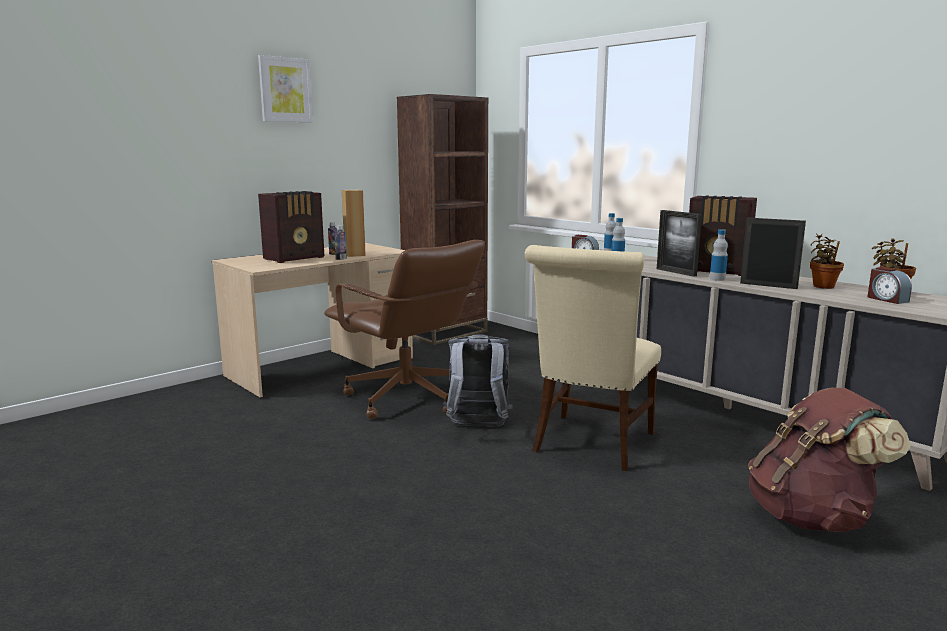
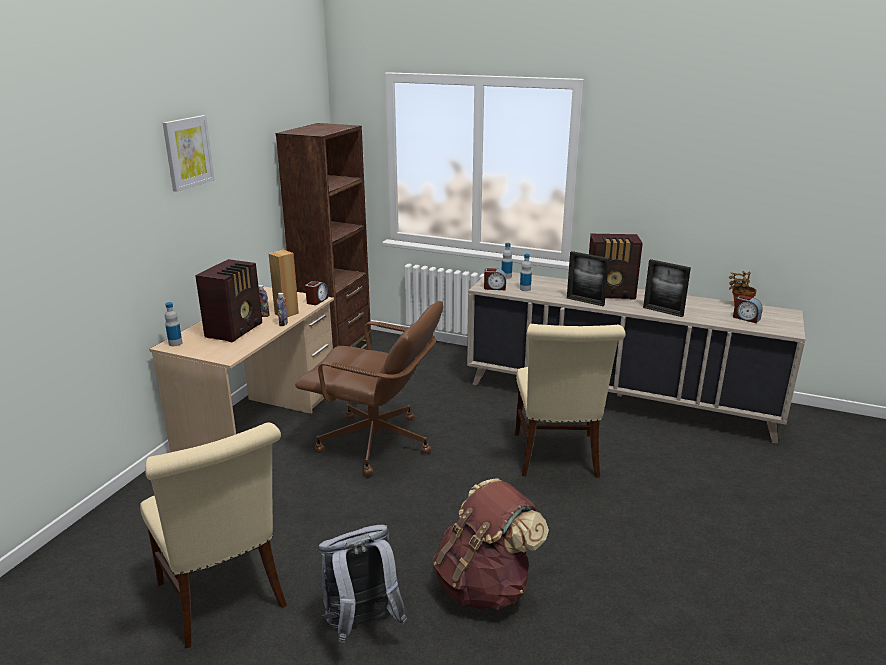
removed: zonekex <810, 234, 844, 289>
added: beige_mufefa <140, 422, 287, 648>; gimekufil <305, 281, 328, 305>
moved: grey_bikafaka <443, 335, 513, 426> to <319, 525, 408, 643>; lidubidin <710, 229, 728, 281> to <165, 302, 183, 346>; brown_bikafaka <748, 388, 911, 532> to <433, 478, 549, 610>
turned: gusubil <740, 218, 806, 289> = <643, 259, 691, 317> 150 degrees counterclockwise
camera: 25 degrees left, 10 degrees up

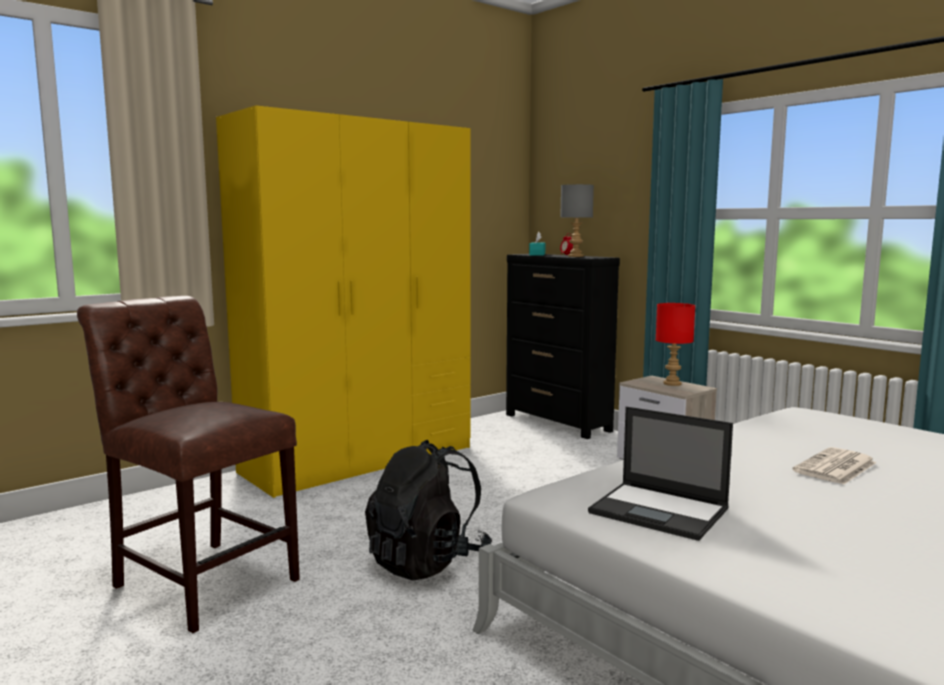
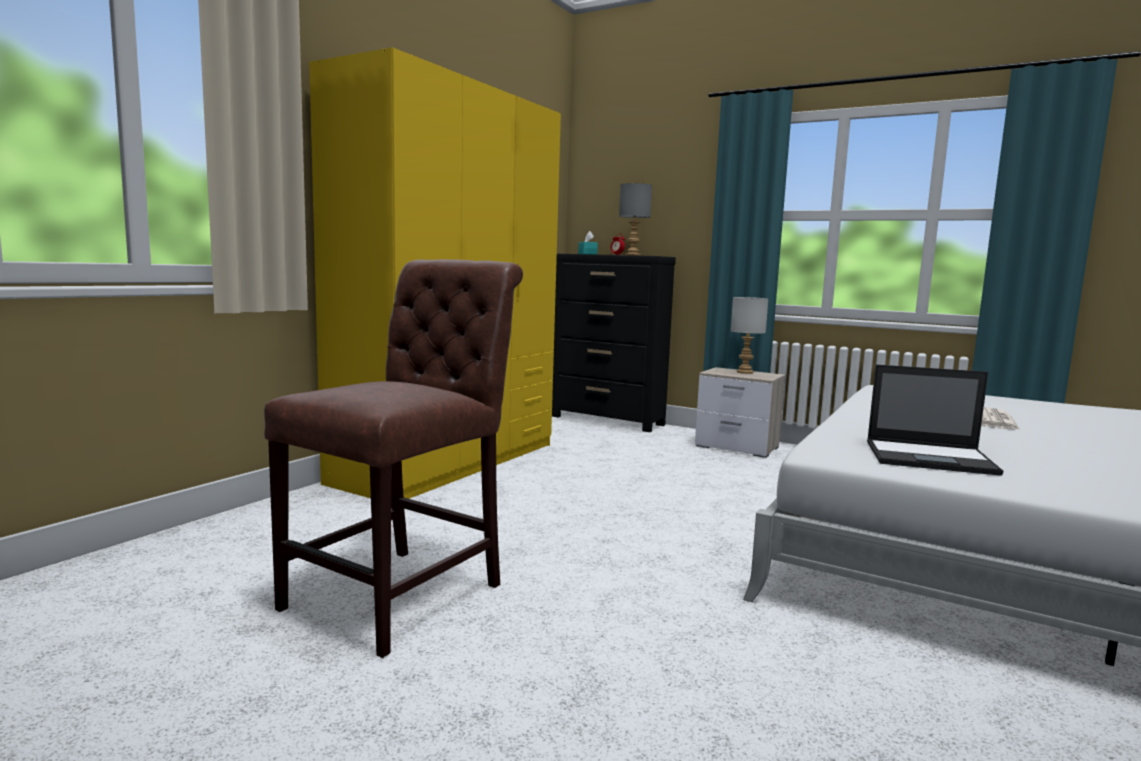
removed: black_bikafaka <365, 440, 492, 580>
recoloured: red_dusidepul <656, 303, 695, 386> to grey_dusidepul <731, 297, 768, 374>
turned: brown_mufefa <77, 296, 300, 633> = <264, 259, 523, 658> 105 degrees clockwise
camera: 20 degrees left, 0 degrees up

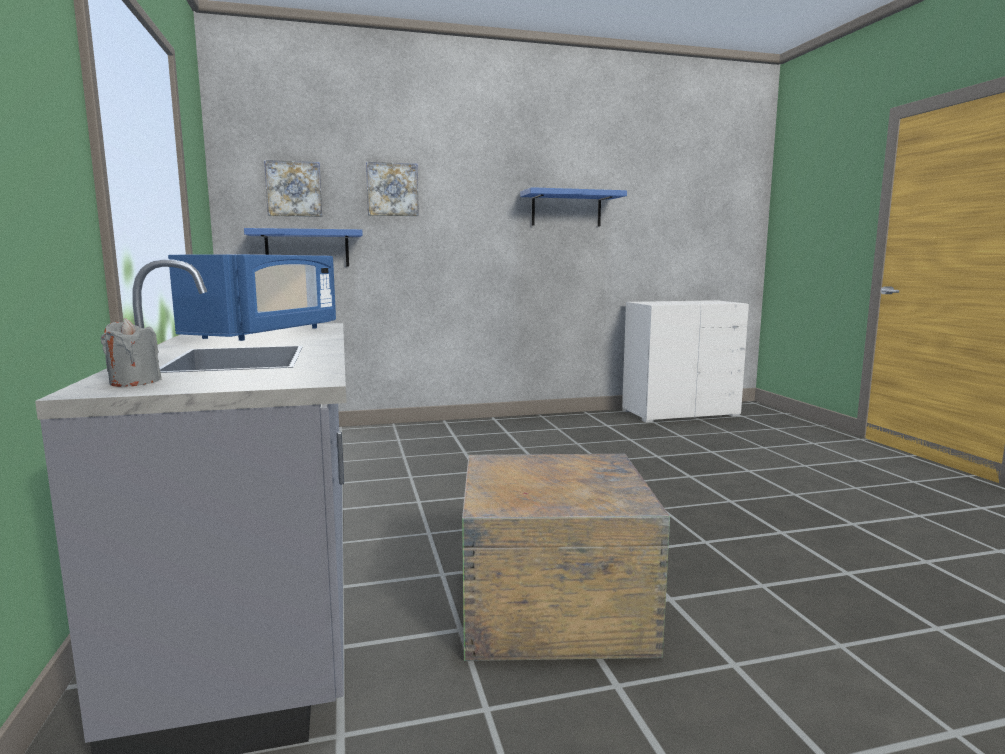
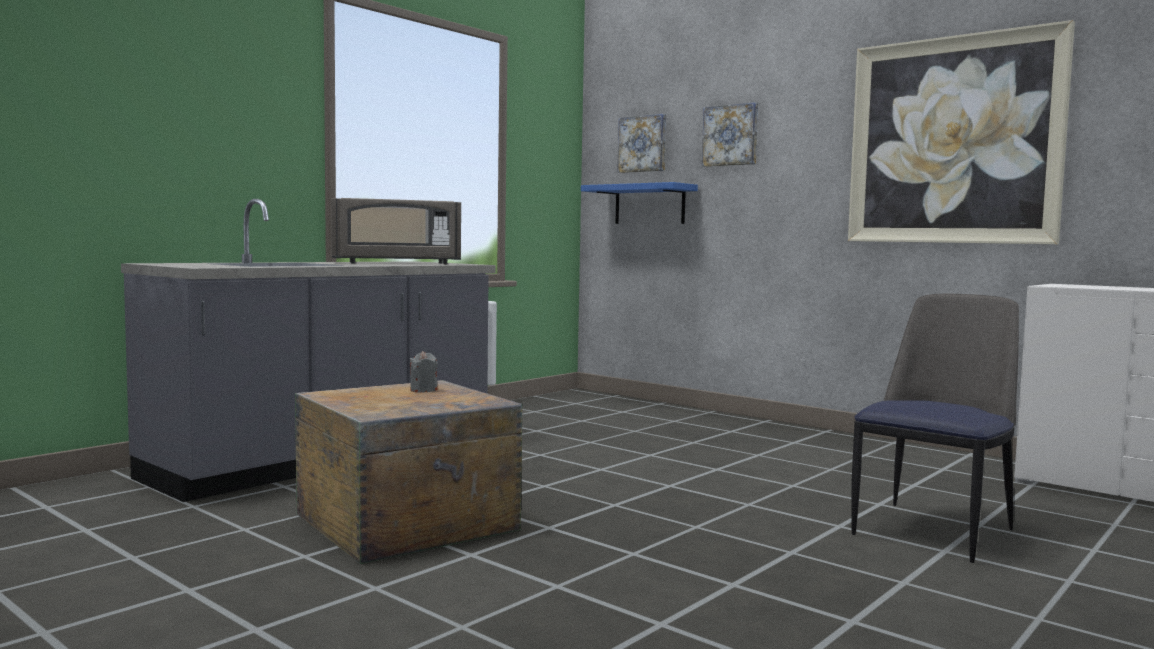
added: mufefa <851, 294, 1019, 563>
moved: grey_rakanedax <101, 318, 162, 387> to <410, 351, 438, 392>
replaced: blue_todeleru <520, 187, 627, 226> to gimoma <848, 20, 1075, 244>
recoloured: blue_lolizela <168, 254, 336, 341> to grey_lolizela <331, 198, 461, 264>
camera: 55 degrees right, 5 degrees down

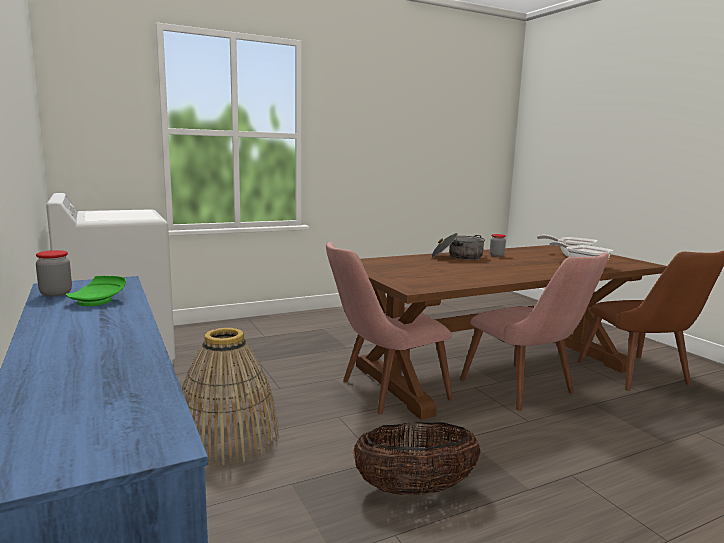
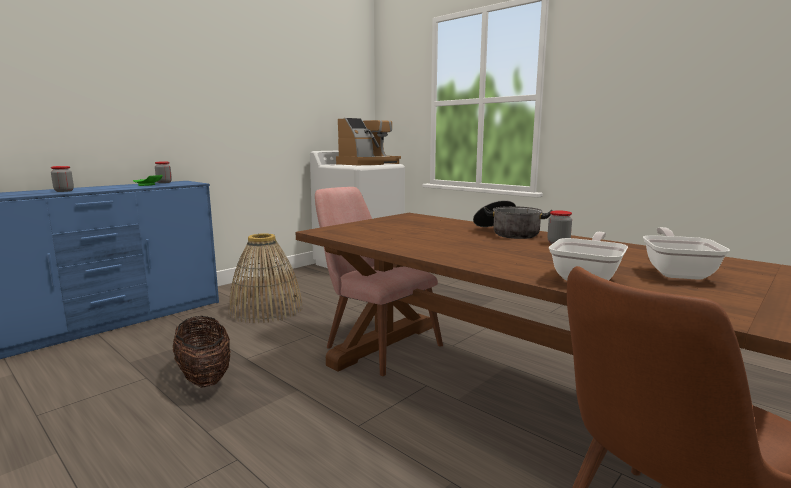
removed: pink_mufefa <460, 253, 609, 411>
added: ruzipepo <51, 166, 74, 192>; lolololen <336, 118, 401, 165>
camera: 70 degrees right, 0 degrees up

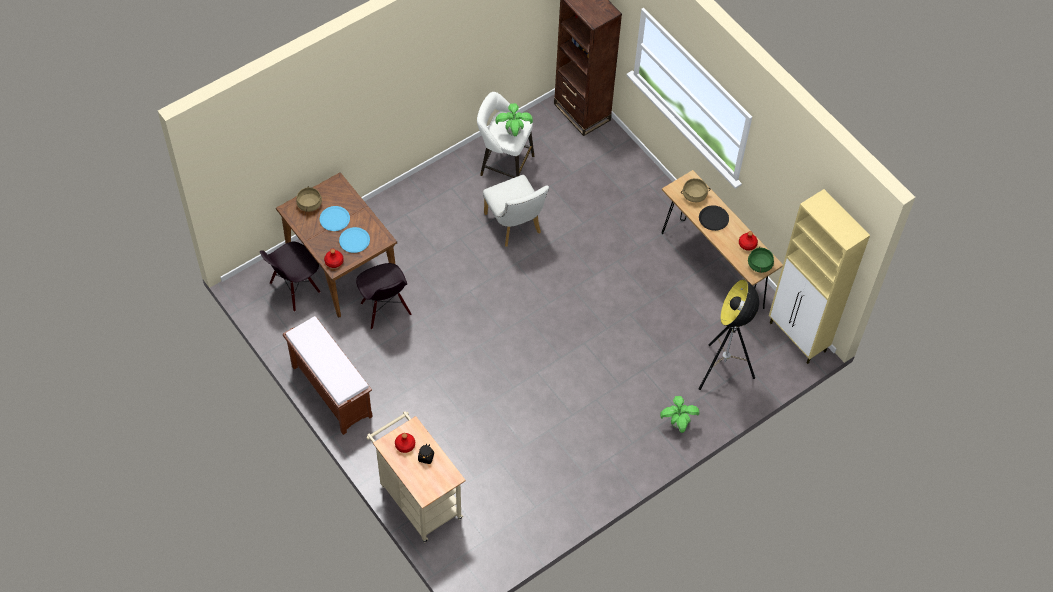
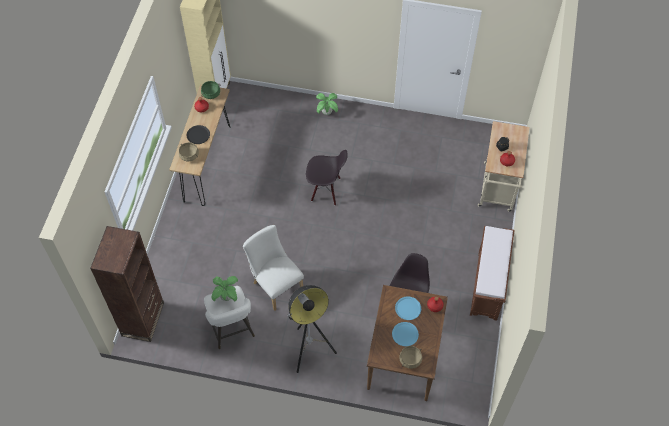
moved: black_mufefa <260, 242, 320, 312> to <306, 150, 348, 205>; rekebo <699, 279, 759, 390> to <288, 285, 337, 373>
turned: white_mufefa <483, 175, 549, 247> = <243, 225, 304, 311> 60 degrees counterclockwise
camera: 130 degrees left, 0 degrees up

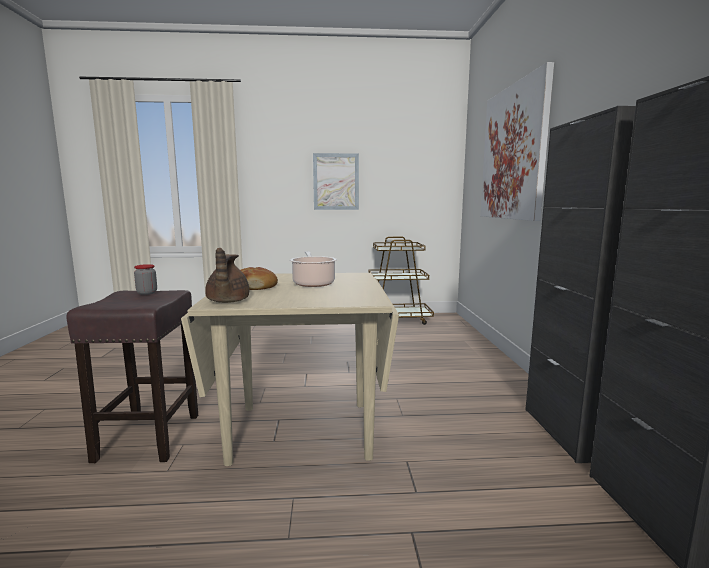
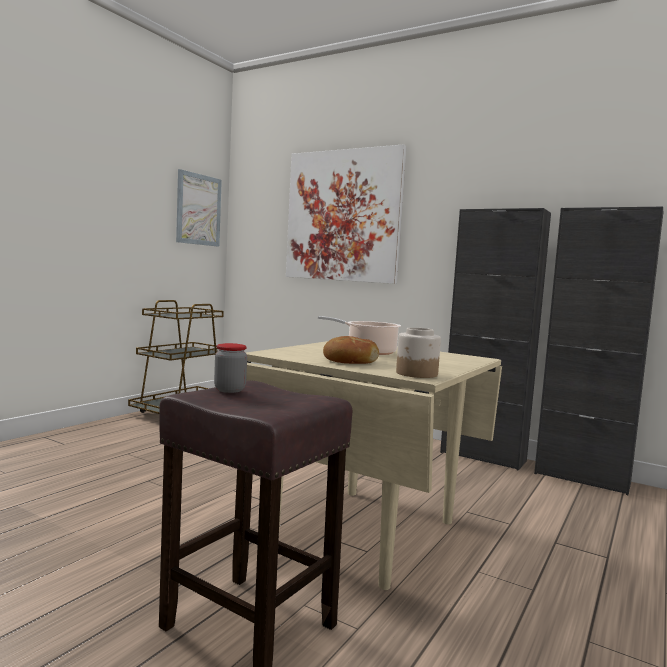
moved: gimoma <313, 153, 359, 210> to <176, 169, 222, 247>
replaced: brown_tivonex <205, 248, 249, 303> to ruzipepo <396, 327, 441, 378>
camera: 55 degrees left, 5 degrees down

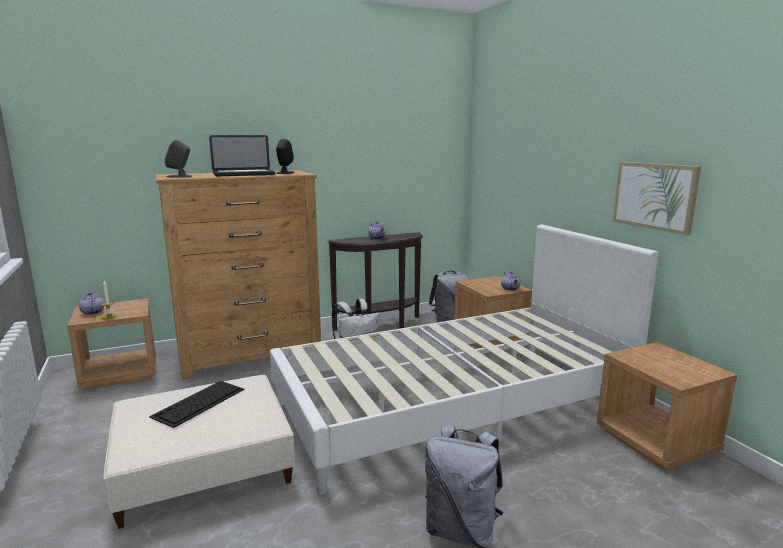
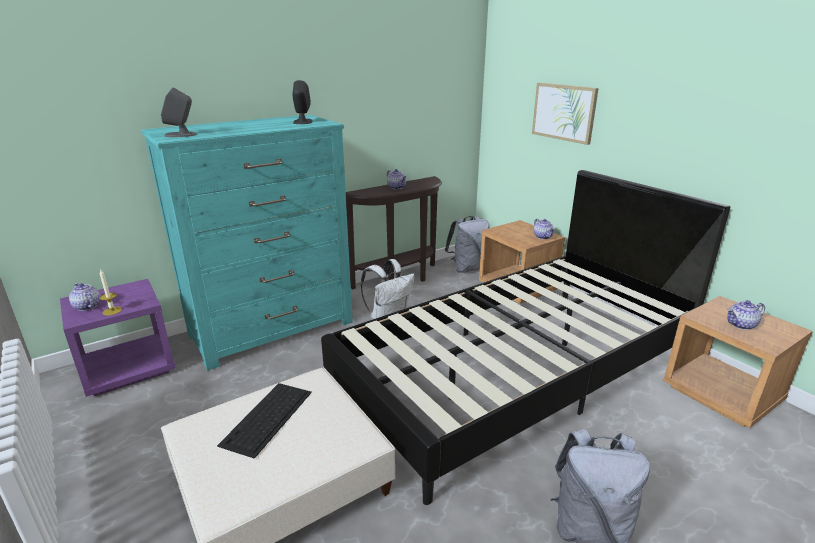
removed: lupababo <209, 135, 275, 176>
added: tivonex <727, 300, 765, 330>
moved: gimoma <613, 162, 701, 235> to <532, 83, 599, 145>
recoloured: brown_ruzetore <67, 298, 156, 390> to purple_ruzetore <60, 279, 176, 397>; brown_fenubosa <156, 170, 321, 380> to turquoise_fenubosa <141, 115, 353, 371>; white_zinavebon <270, 225, 659, 495> to black_zinavebon <321, 170, 730, 505>
camera: 10 degrees left, 10 degrees up

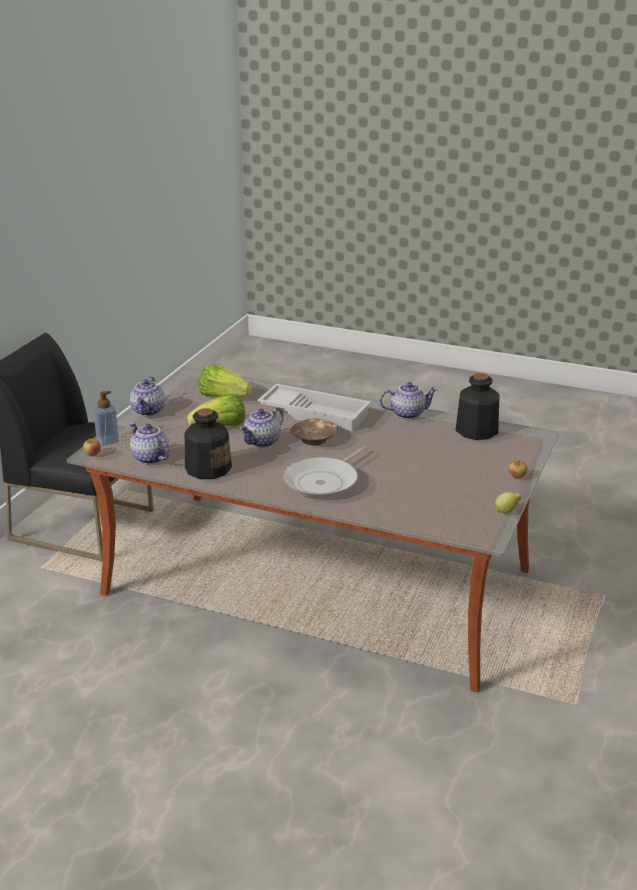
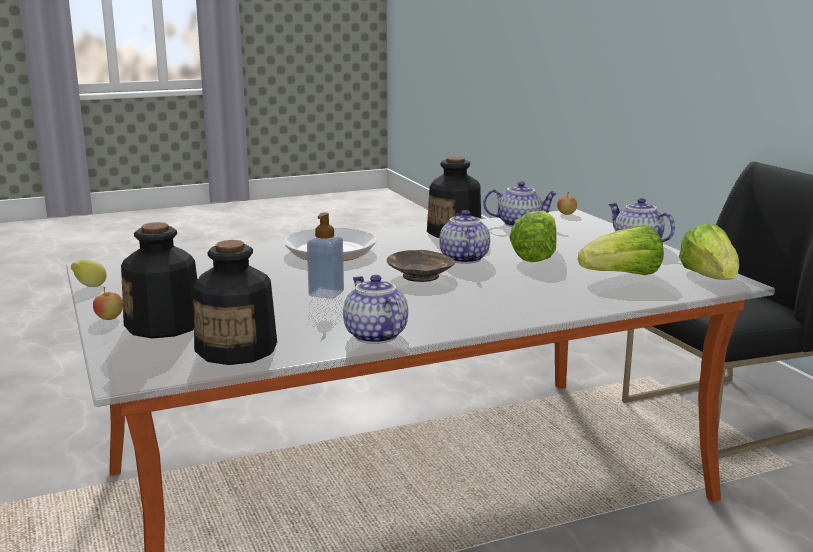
removed: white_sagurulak <257, 383, 371, 431>
added: lidubidin <121, 222, 197, 338>; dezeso <679, 223, 739, 280>
moved: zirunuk <93, 391, 119, 446> to <307, 213, 344, 298>
turned: tivonex <380, 382, 438, 419> = <343, 275, 408, 344> 120 degrees clockwise
camera: 135 degrees right, 10 degrees down

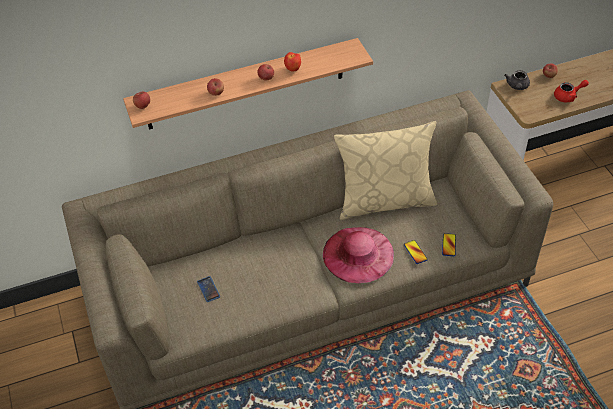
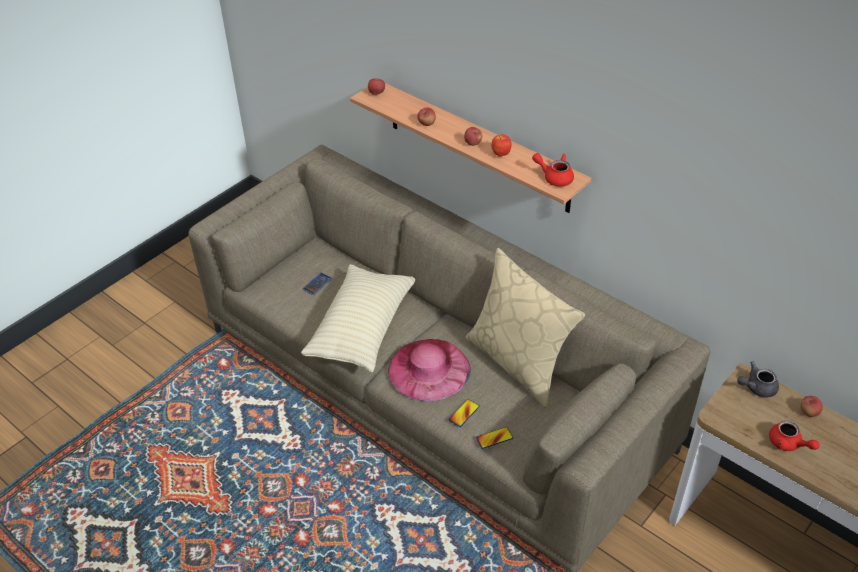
added: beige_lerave <301, 264, 415, 372>; red_tivonex <532, 153, 574, 187>
camera: 60 degrees right, 5 degrees down

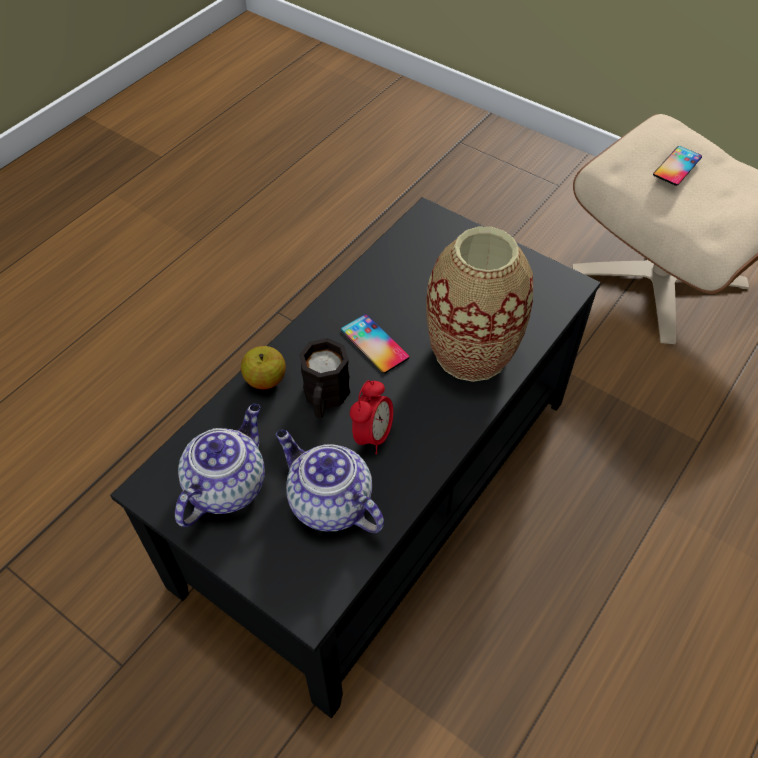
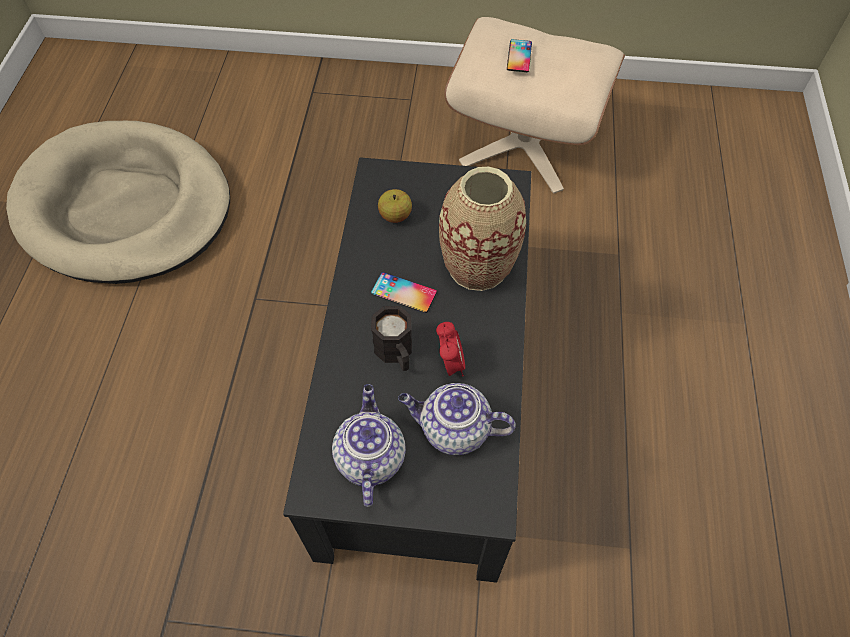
added: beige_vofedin <6, 121, 230, 284>
moved: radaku <241, 346, 286, 389> to <378, 189, 412, 223>
camera: 30 degrees left, 5 degrees up

